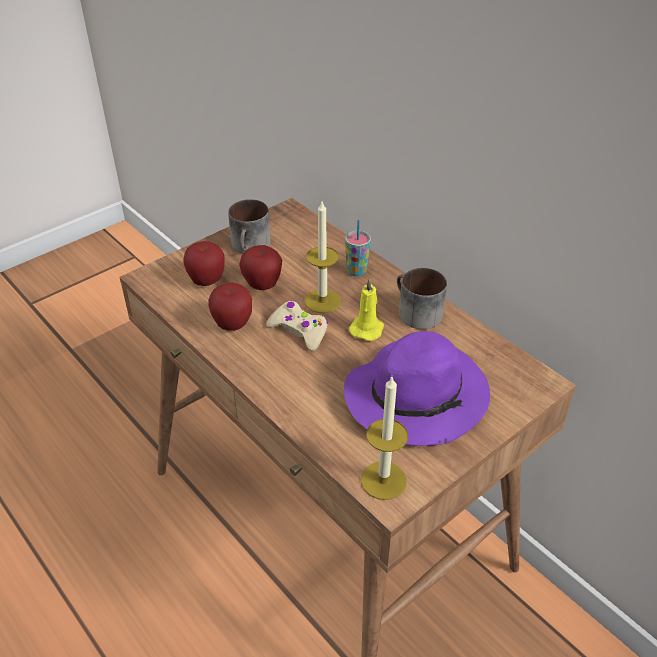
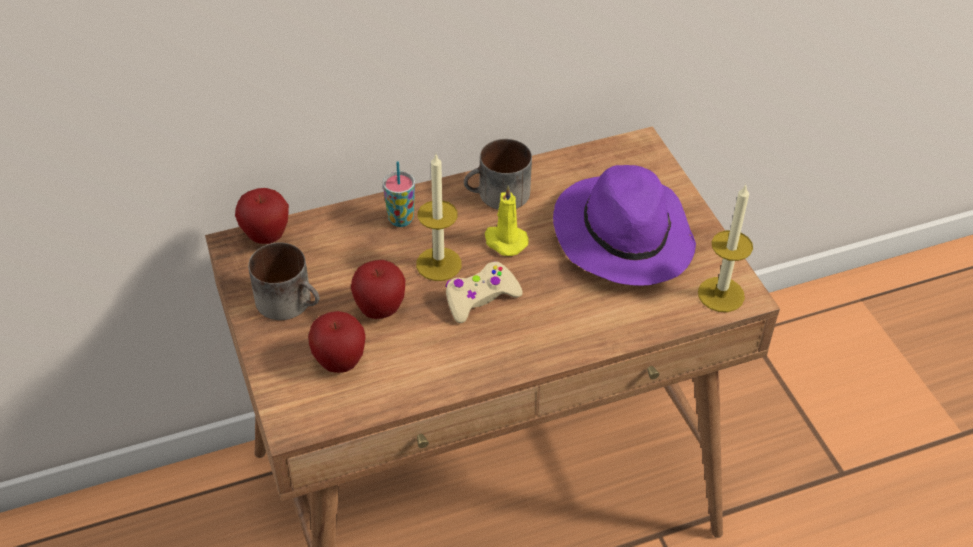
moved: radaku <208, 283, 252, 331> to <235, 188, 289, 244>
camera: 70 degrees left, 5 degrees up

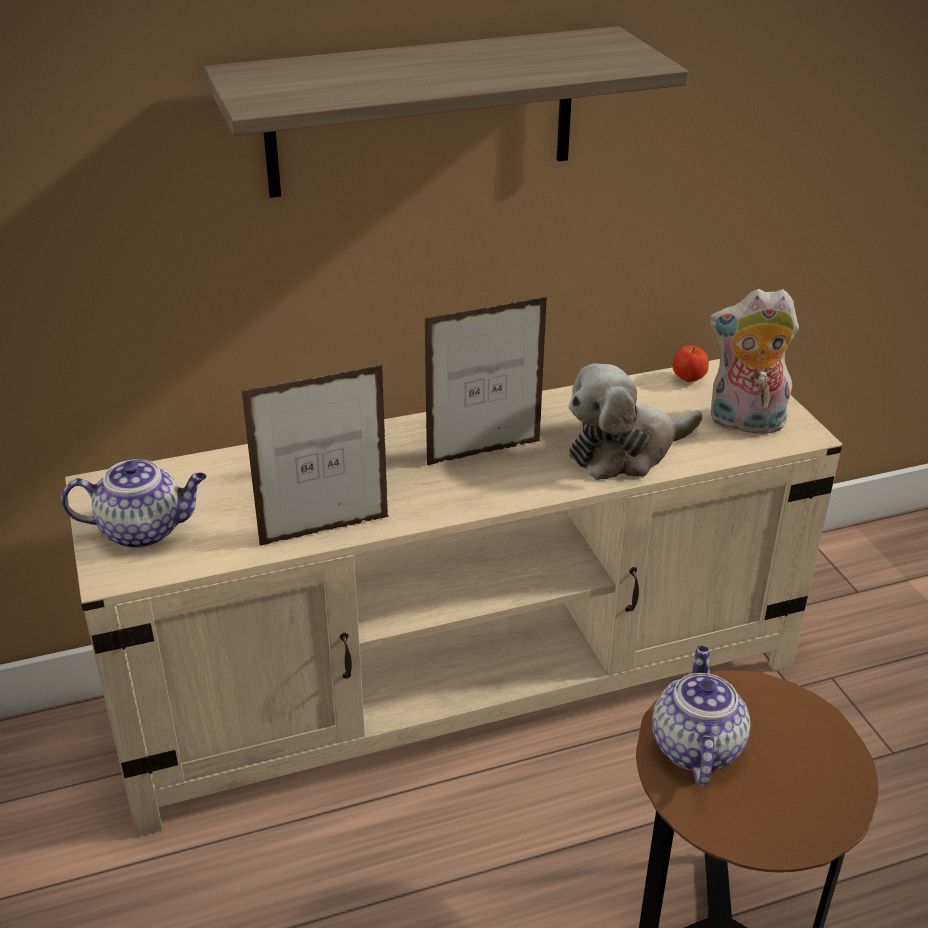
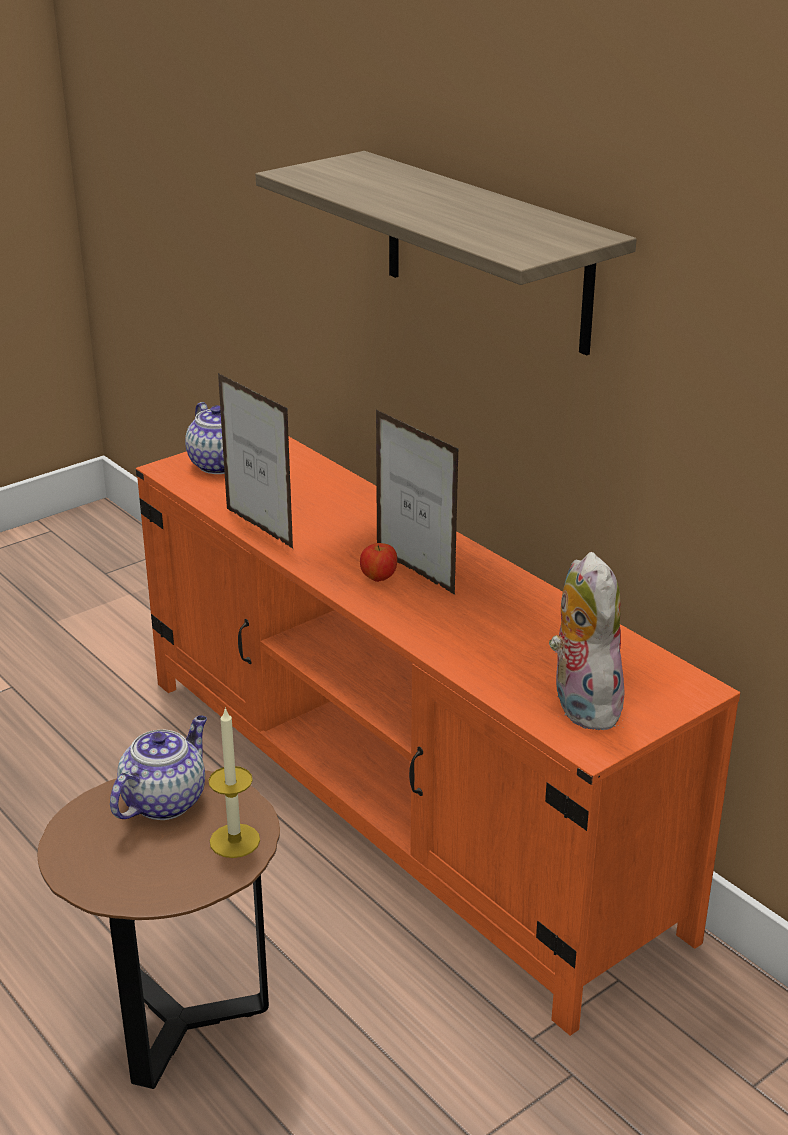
removed: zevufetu <569, 363, 702, 480>
added: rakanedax <208, 707, 260, 858>
moved: radaku <673, 345, 709, 382> to <360, 543, 397, 582>
recoloured: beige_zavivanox <65, 359, 843, 837> to orange_zavivanox <136, 436, 740, 1036>
turned: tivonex <652, 646, 751, 786> = <110, 715, 207, 820> 45 degrees counterclockwise
camera: 70 degrees right, 5 degrees down

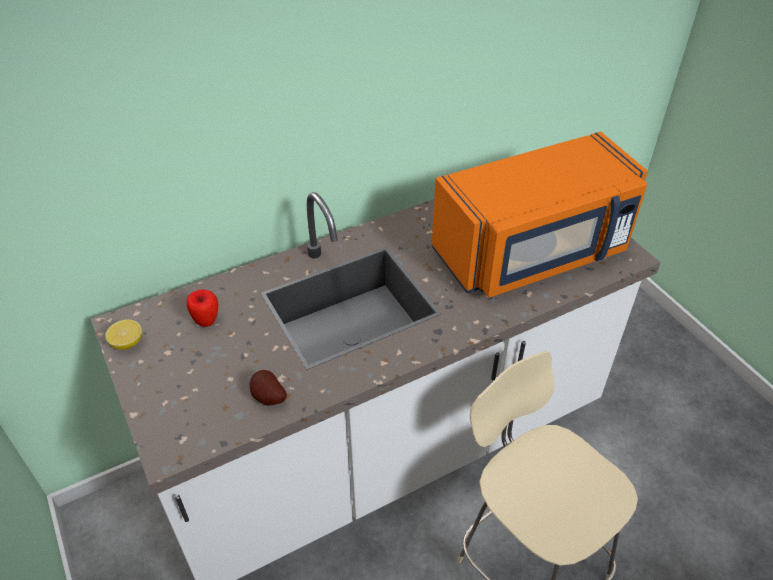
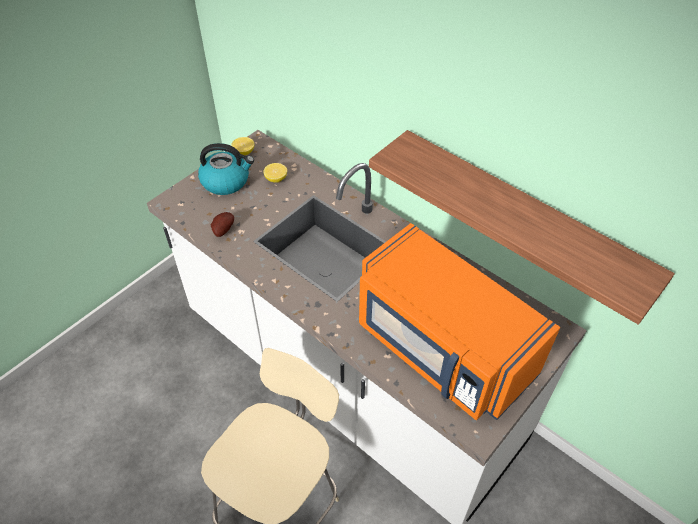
added: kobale <198, 143, 254, 195>; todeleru <369, 130, 675, 325>
replaced: radaku <186, 289, 218, 327> to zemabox <263, 163, 287, 183>
camera: 70 degrees right, 5 degrees up

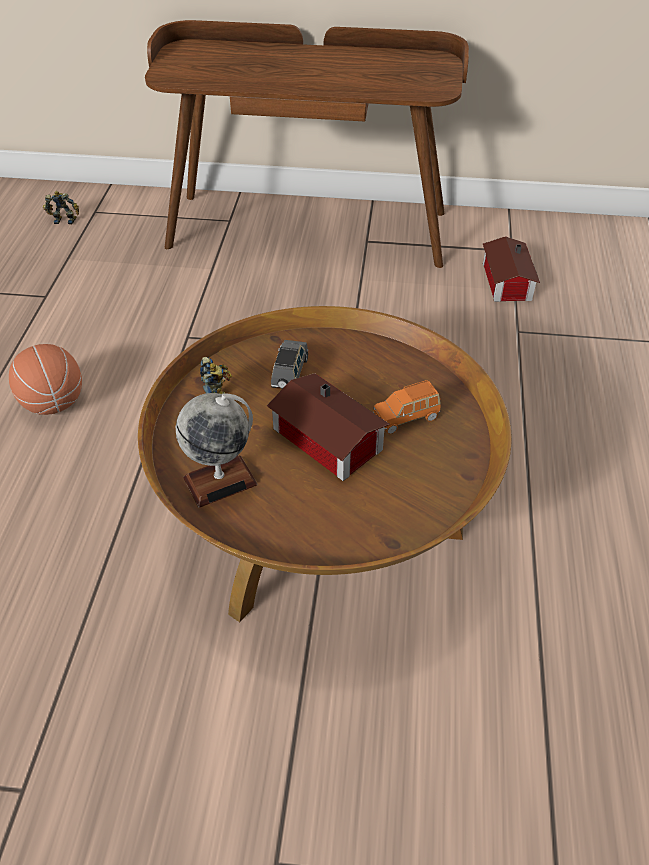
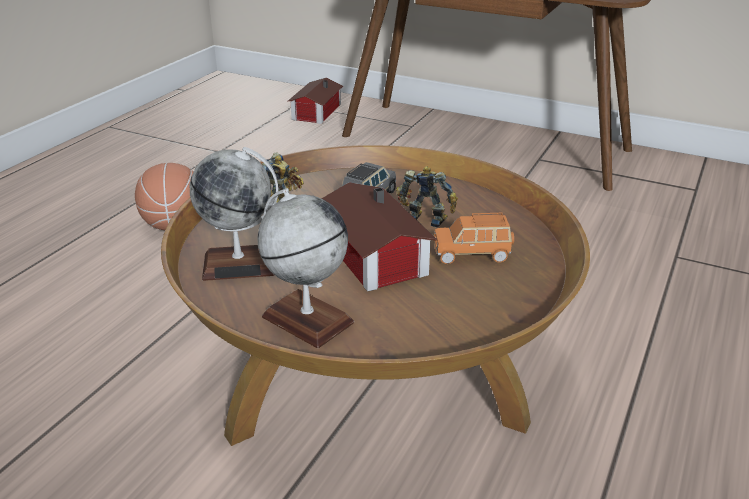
added: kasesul <257, 188, 354, 348>
moved: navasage <43, 191, 79, 225> to <396, 166, 458, 228>; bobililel <483, 236, 540, 302> to <288, 78, 343, 124>
camera: 20 degrees right, 15 degrees down

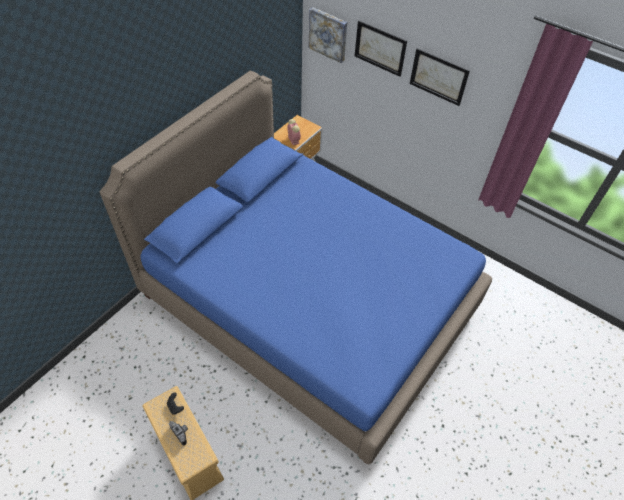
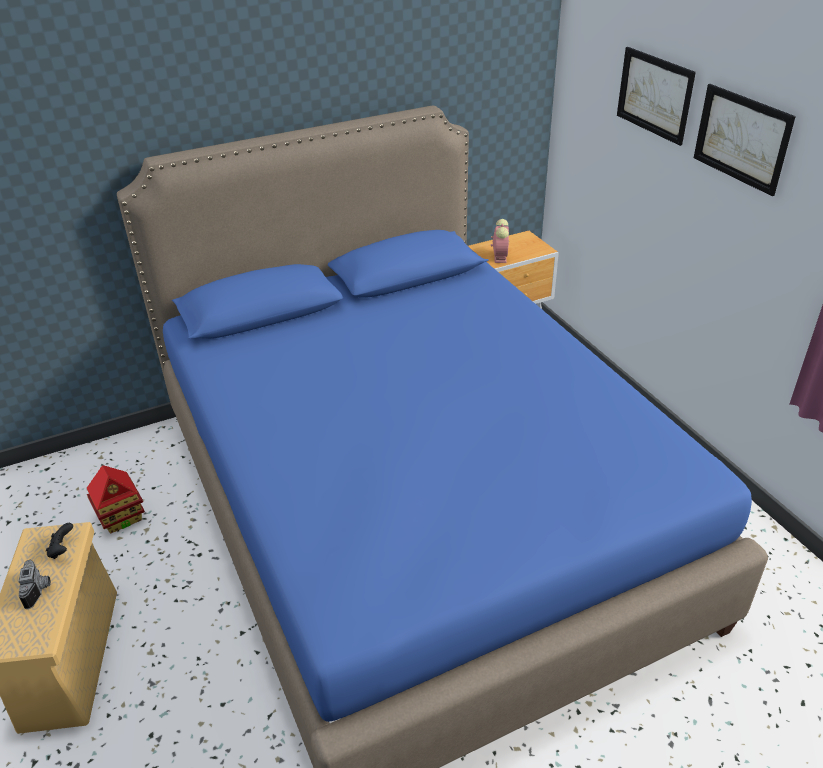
removed: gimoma <309, 7, 347, 63>
added: bobililel <87, 465, 145, 534>
camera: 30 degrees right, 15 degrees down

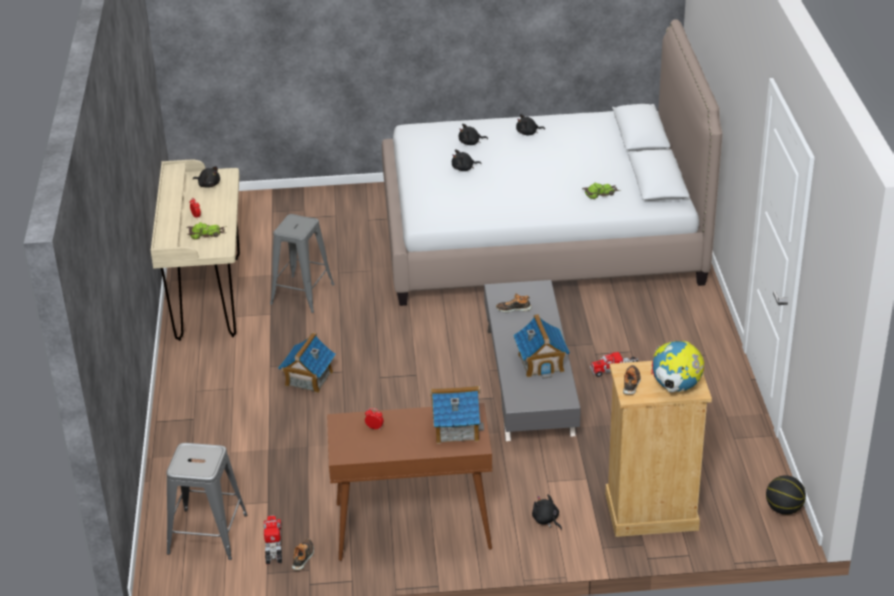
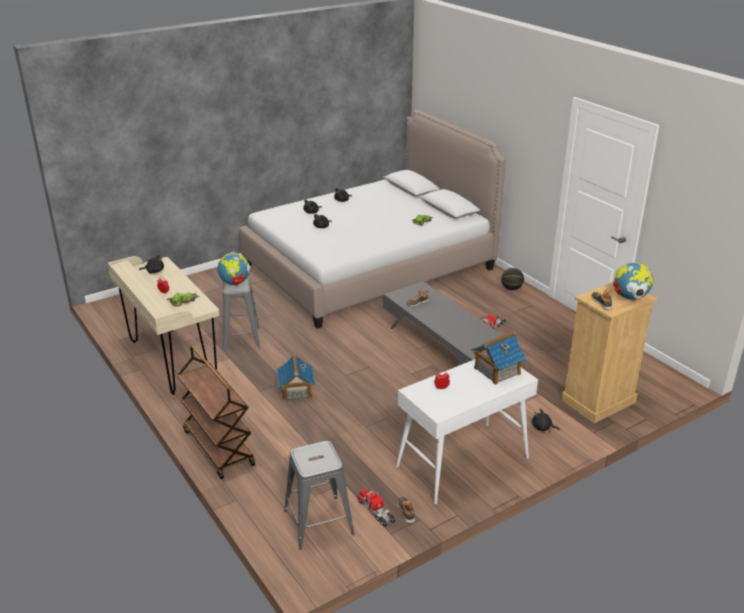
removed: bobililel <513, 314, 570, 379>
added: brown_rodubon <177, 345, 255, 479>; kasesul <218, 251, 251, 285>
moved: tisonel <766, 475, 806, 515> to <501, 268, 524, 290>
recoloured: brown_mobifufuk <327, 403, 492, 561> to white_mobifufuk <396, 359, 538, 505>
camera: 30 degrees left, 5 degrees down

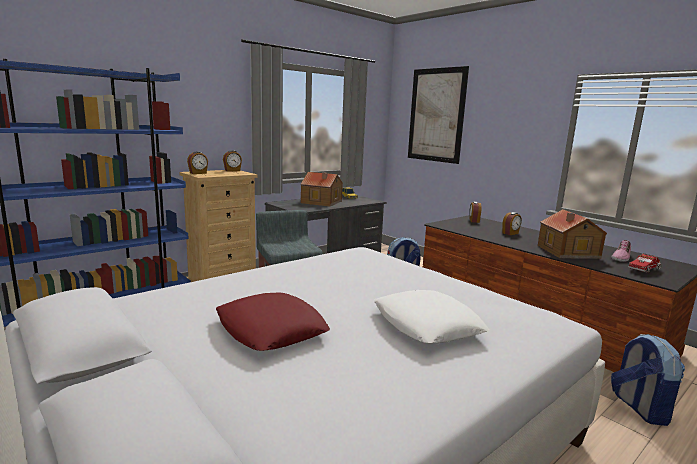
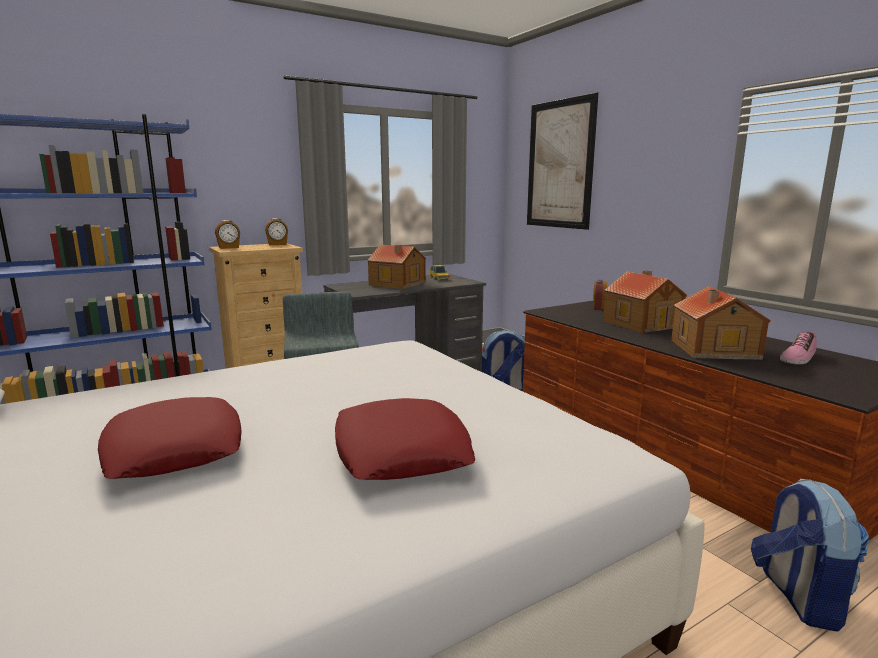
removed: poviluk <628, 253, 662, 273>
replaced: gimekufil <502, 212, 522, 235> to bobililel <603, 271, 687, 333>
recoloured: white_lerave <374, 290, 489, 343> to red_lerave <335, 398, 475, 480>
camera: 10 degrees right, 0 degrees up

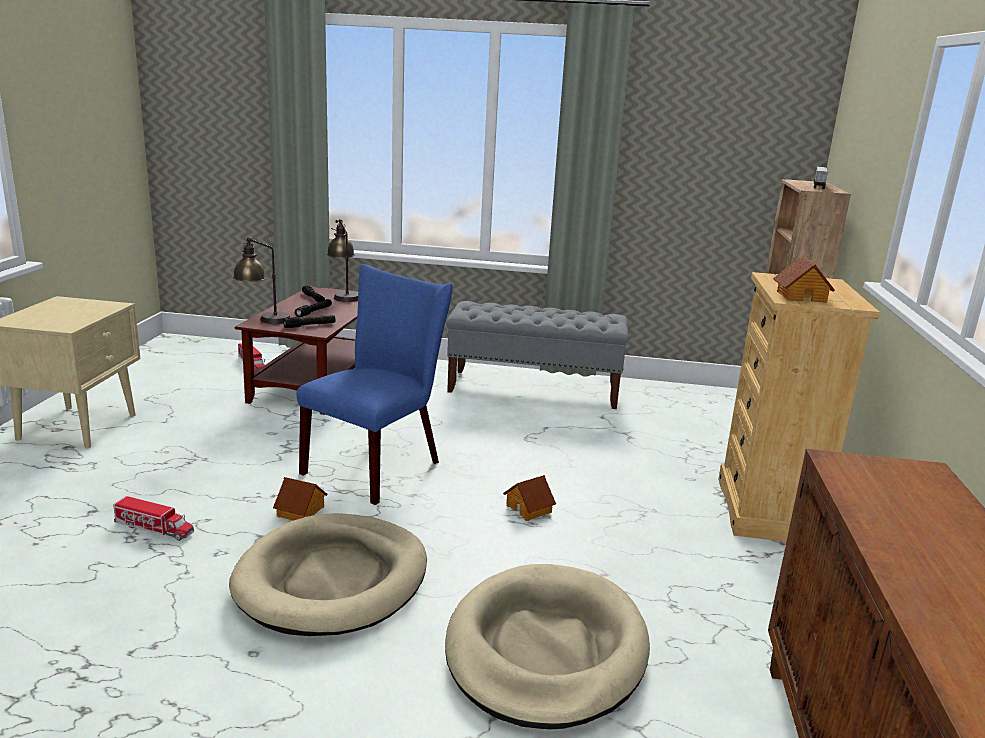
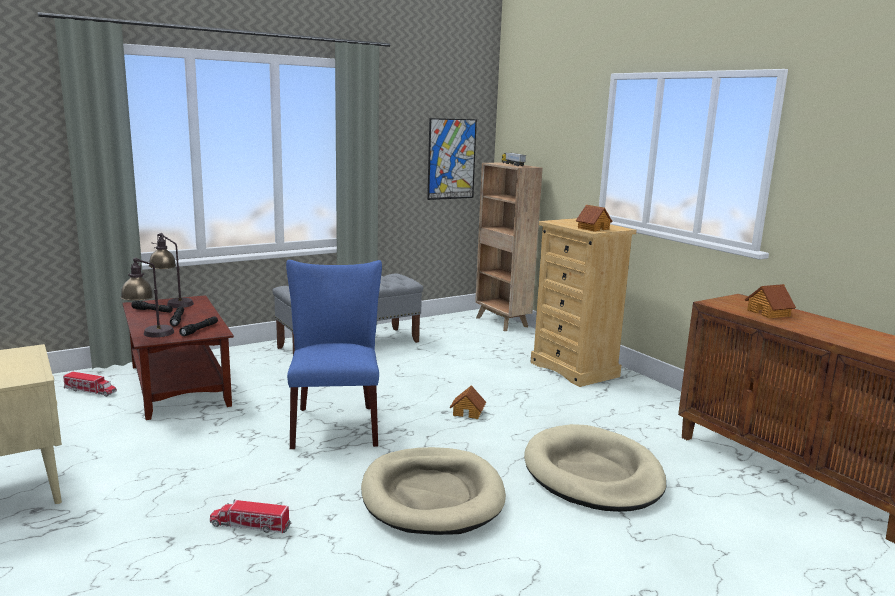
added: gimoma <427, 118, 477, 200>
moved: bobililel <273, 477, 327, 521> to <745, 284, 796, 319>
turned: poviluk <113, 496, 194, 541> = <210, 499, 291, 533> 150 degrees counterclockwise
camera: 40 degrees left, 5 degrees down

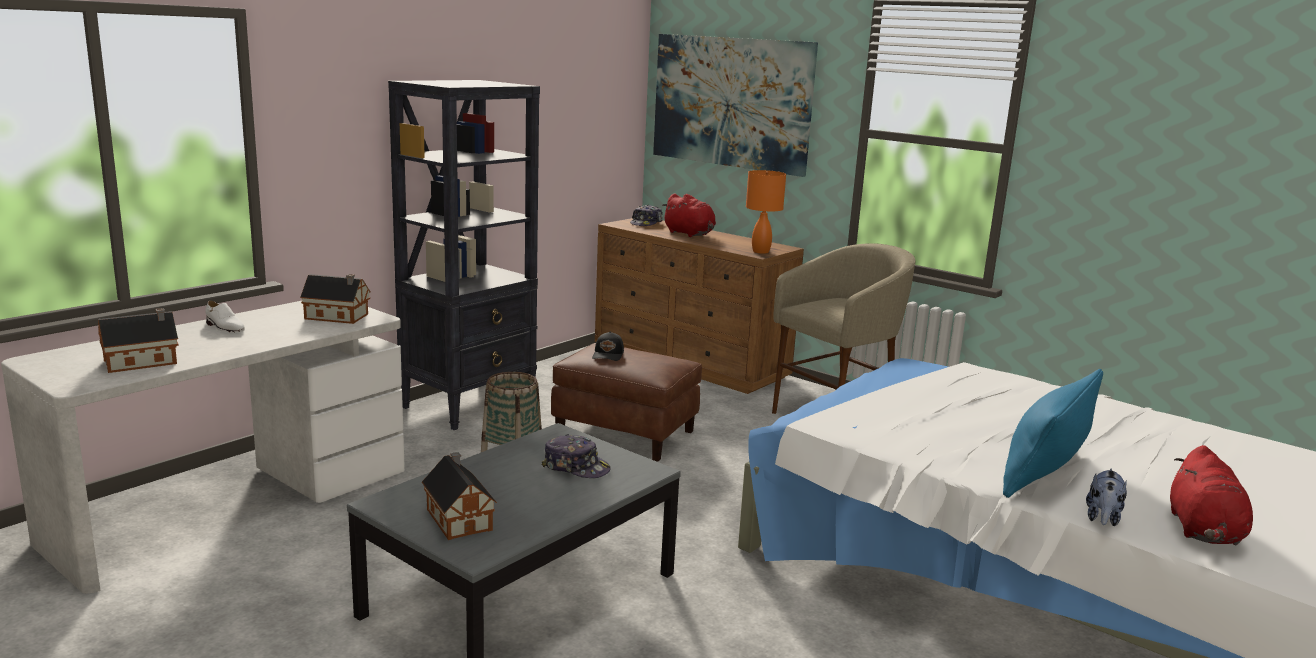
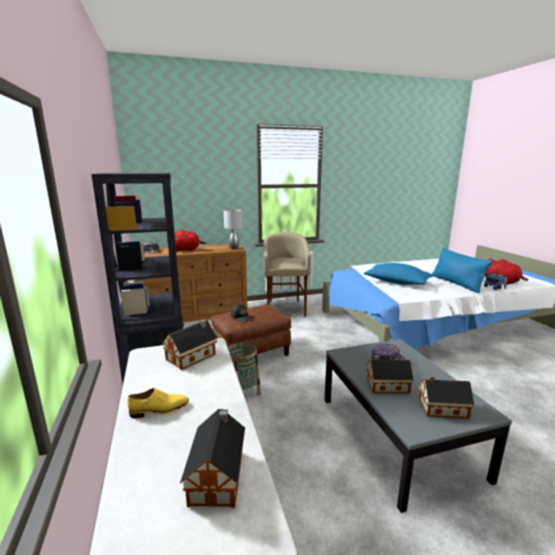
removed: gimoma <653, 34, 818, 177>
added: blue_lerave <364, 263, 433, 285>; bobililel <366, 355, 413, 393>
recoloured: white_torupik <205, 301, 245, 333> to yellow_torupik <127, 388, 189, 418>; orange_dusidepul <746, 170, 786, 254> to grey_dusidepul <224, 209, 242, 249>
camera: 55 degrees left, 0 degrees up

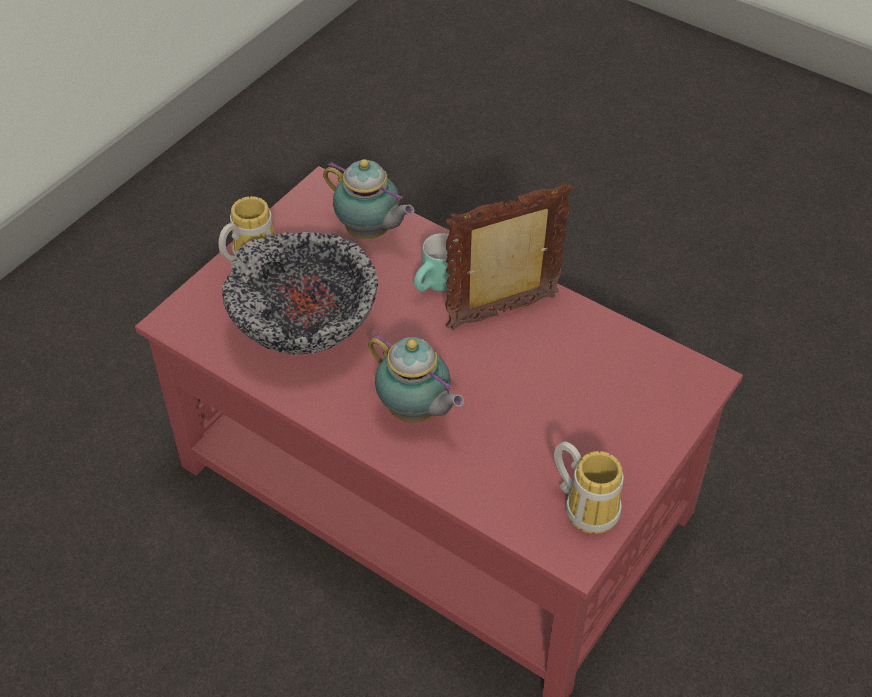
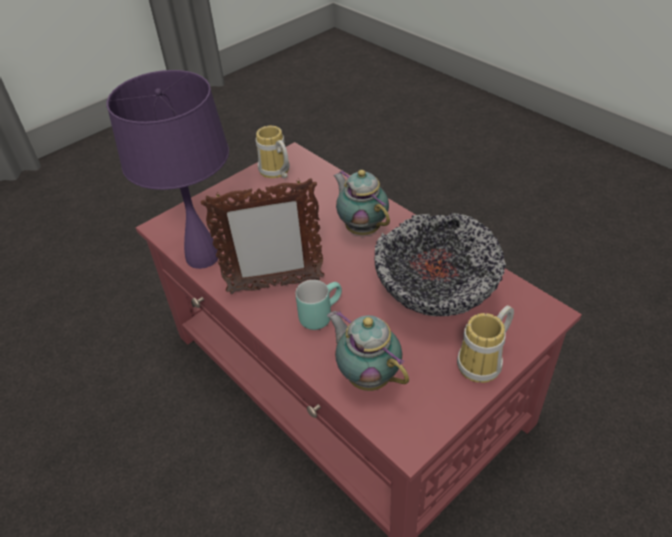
added: purple_dusidepul <106, 70, 229, 269>
camera: 165 degrees left, 5 degrees down

